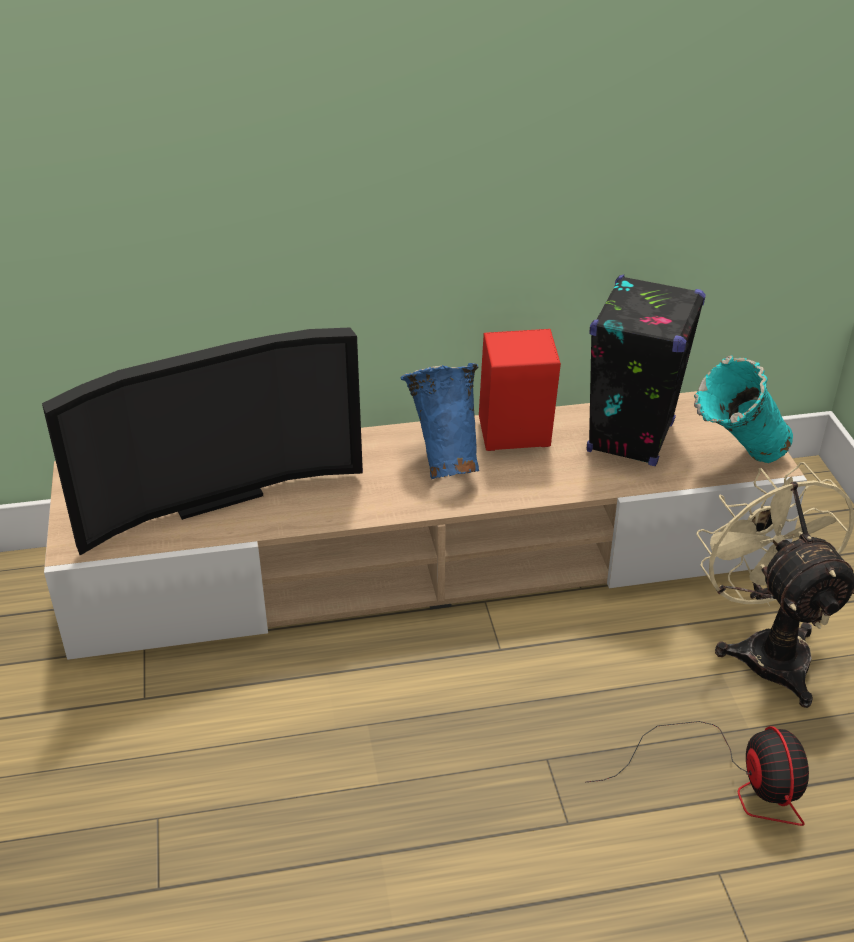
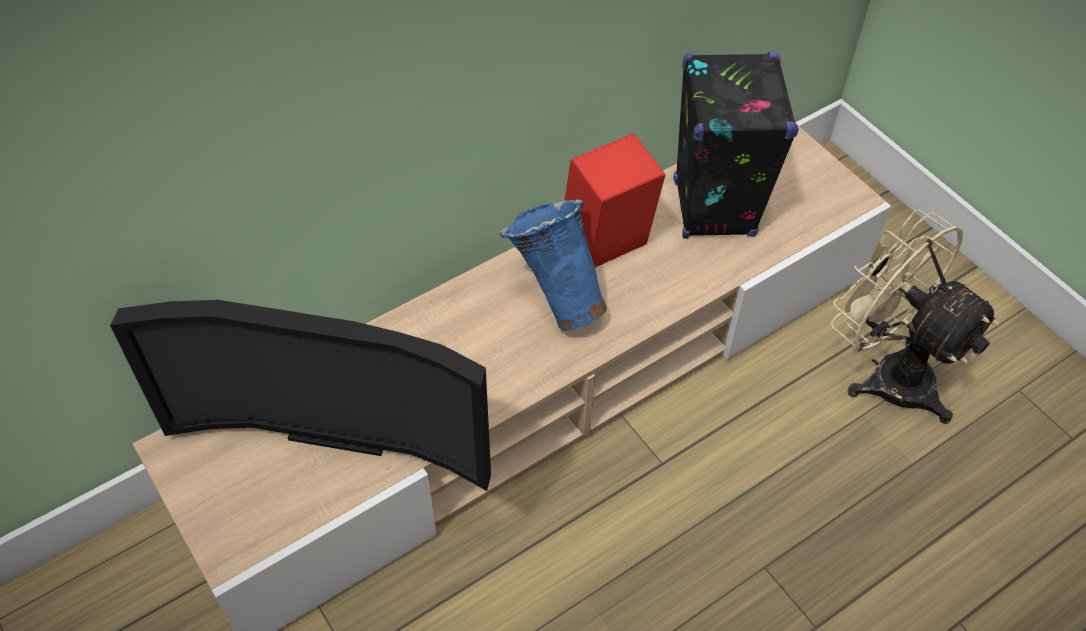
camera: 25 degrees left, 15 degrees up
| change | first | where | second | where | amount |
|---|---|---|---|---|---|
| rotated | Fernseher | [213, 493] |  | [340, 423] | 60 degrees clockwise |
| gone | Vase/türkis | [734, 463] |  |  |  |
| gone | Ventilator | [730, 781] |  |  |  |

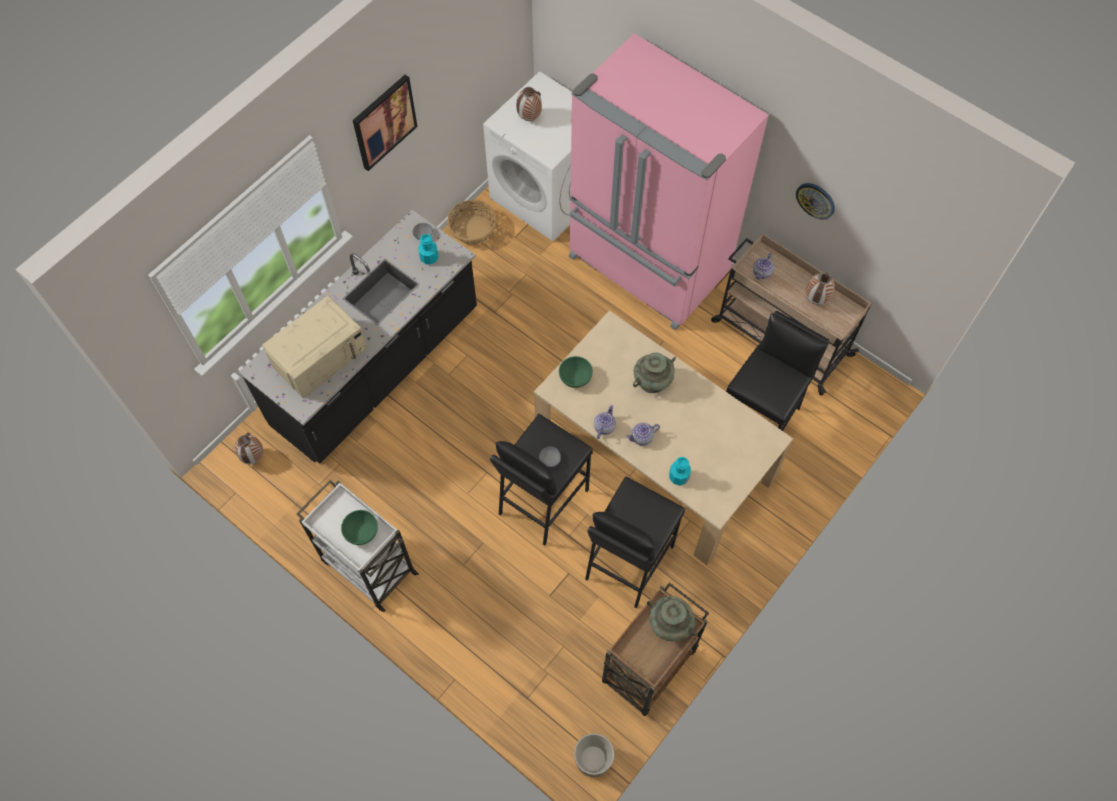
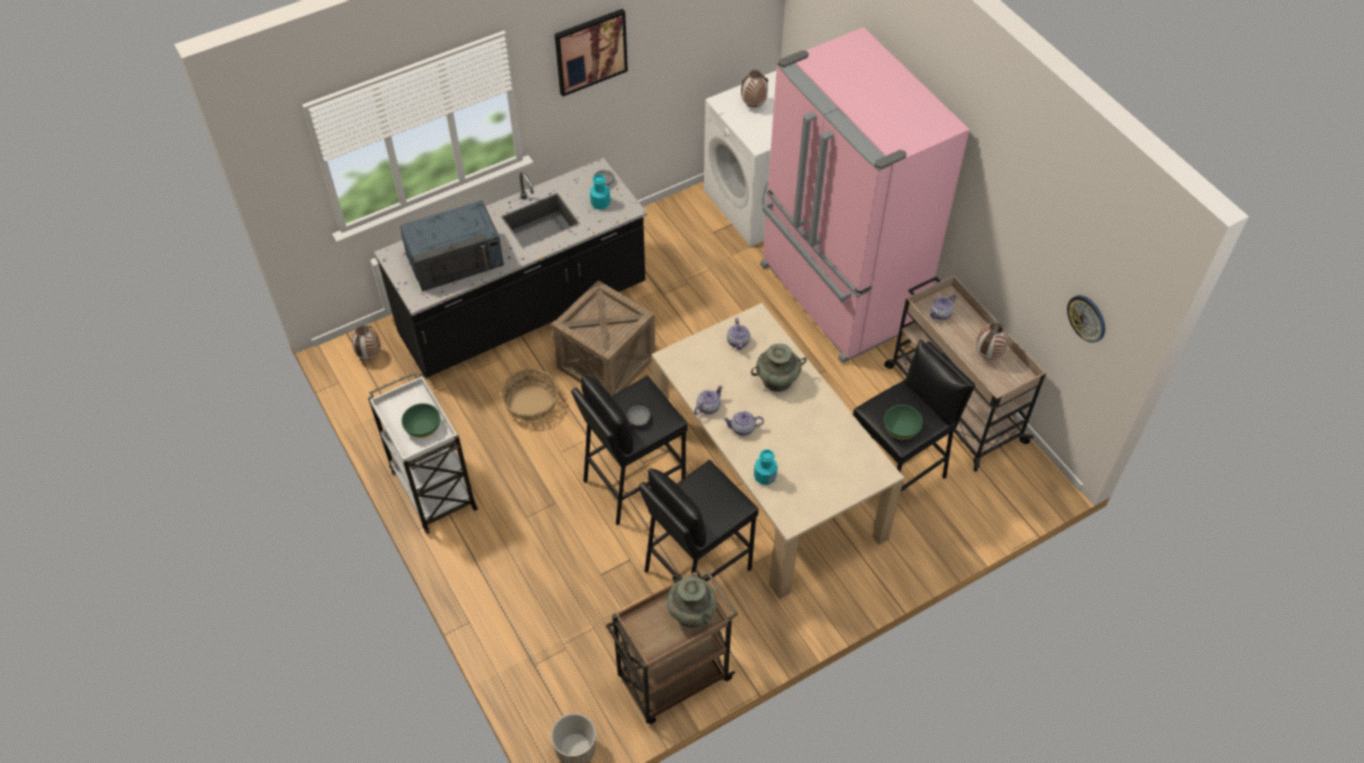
camera: 20 degrees right, 10 degrees down
| change | first | where | second | where | amount |
|---|---|---|---|---|---|
| shifted | Wanduhr | [816, 200] |  | [1087, 318] |  |
| shifted | Korb | [473, 230] |  | [531, 404] |  |
| repainted | Mikrowelle/beige | [320, 356] | Mikrowelle/blau | [456, 259] |  |
| shifted | Schüssel/grün | [575, 377] |  | [901, 429] |  |
| new |  |  | Kiste | [606, 363] |  |
| new |  |  | Teekanne | [738, 342] |  |

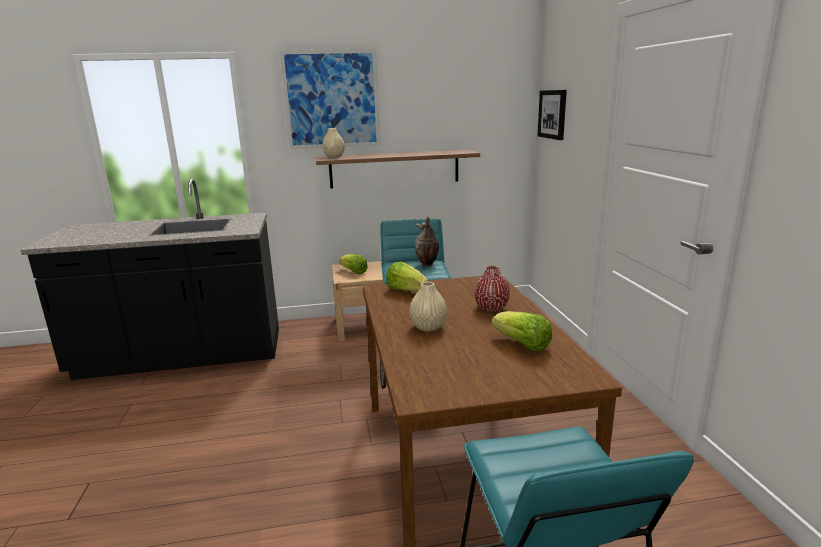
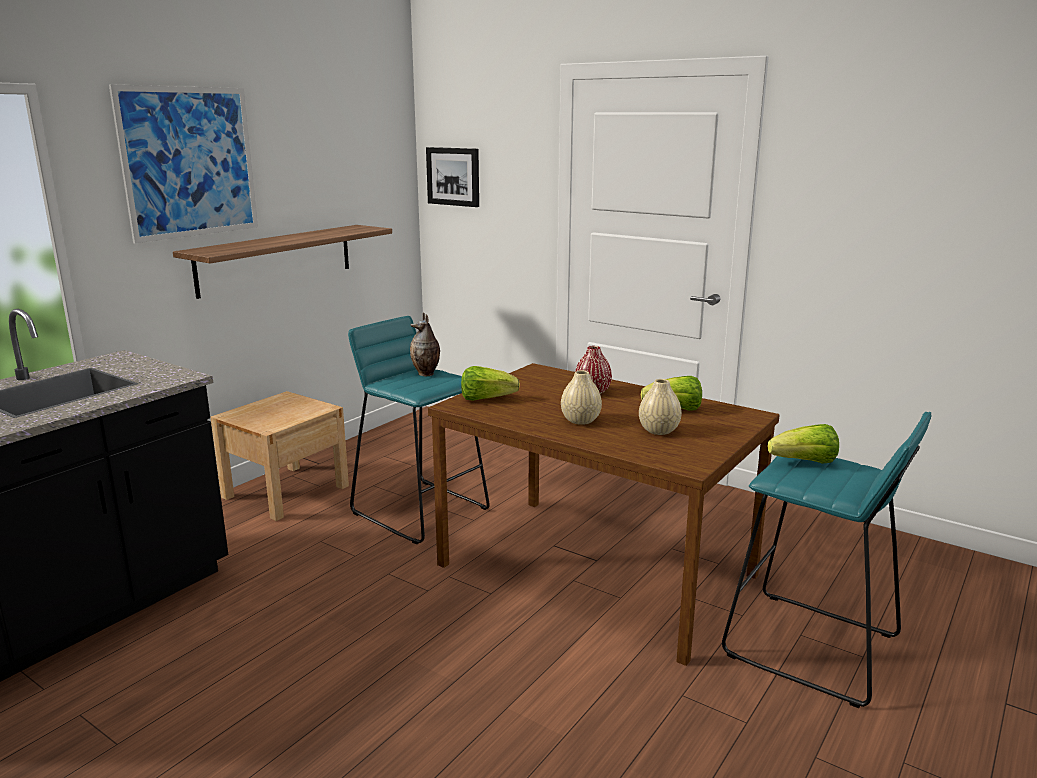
camera: 45 degrees left, 0 degrees up
| change | first | where | second | where | amount |
|---|---|---|---|---|---|
| shifted | Vase/beige | [334, 156] |  | [658, 431] |  |
| shifted | Salatkopf | [353, 272] |  | [805, 462] |  |

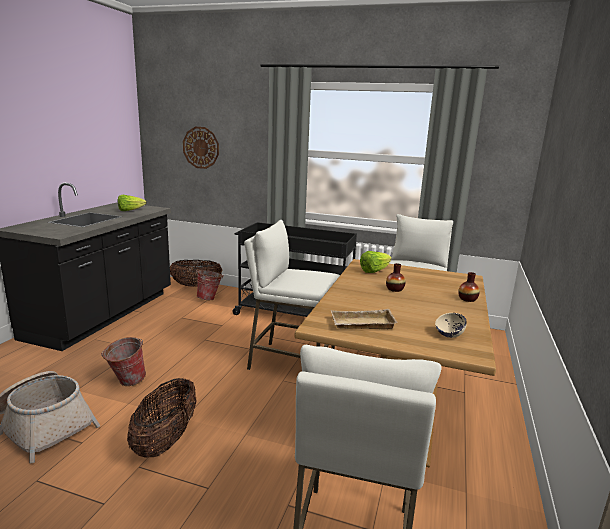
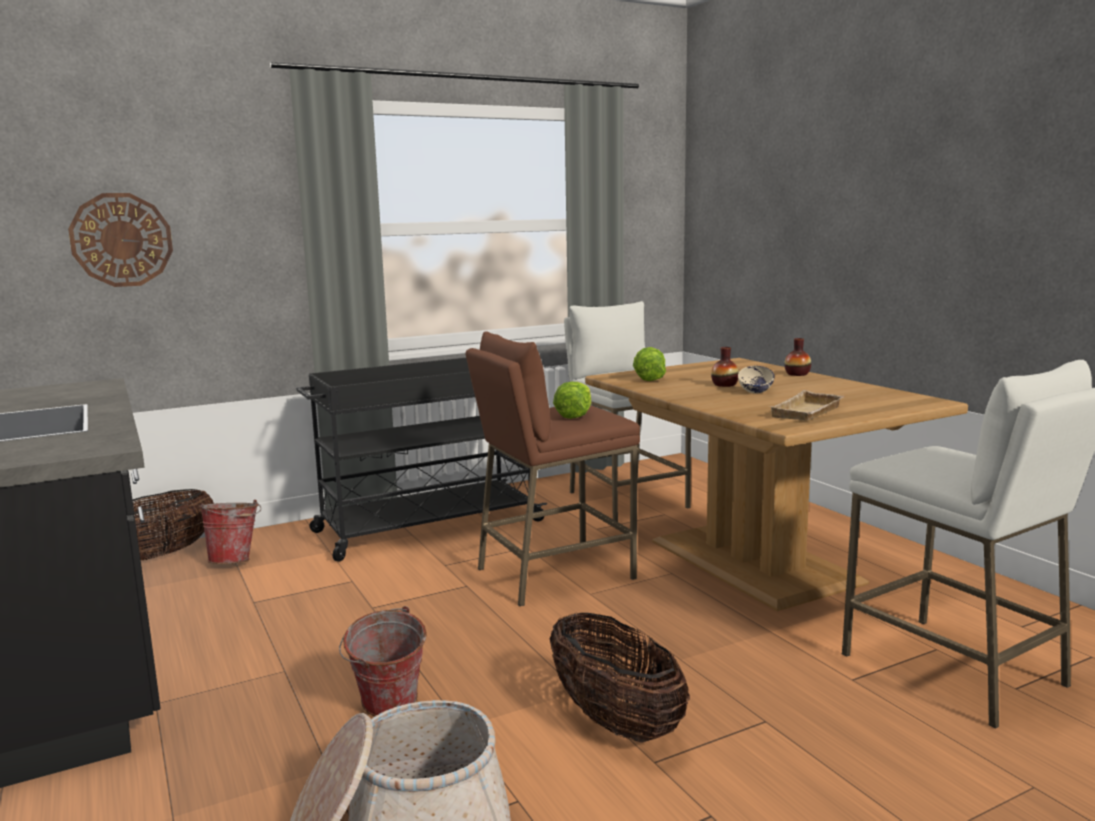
camera: 45 degrees left, 5 degrees down
| change | first | where | second | where | amount |
|---|---|---|---|---|---|
| shifted | Salatkopf | [130, 210] |  | [574, 415] |  |
| repainted | Hocker/weiß | [291, 362] | Hocker/braun | [554, 573] |  |
| shifted | Schüssel/beige | [449, 335] |  | [755, 392] |  |

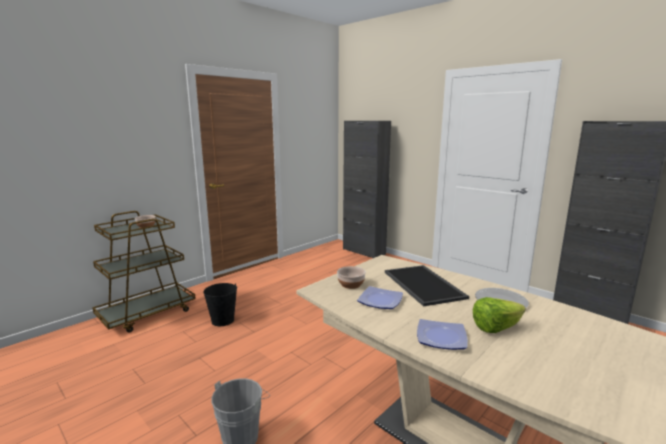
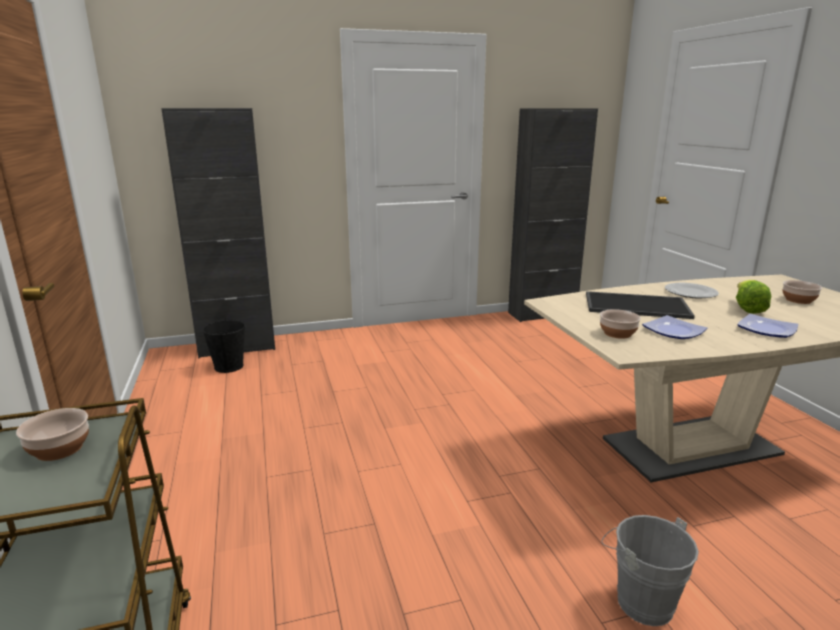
camera: 60 degrees left, 5 degrees up
| change | first | where | second | where | amount |
|---|---|---|---|---|---|
| shifted | Eimer/schwarz | [222, 320] |  | [228, 366] |  |
| new |  |  | Schüssel | [798, 300] |  |

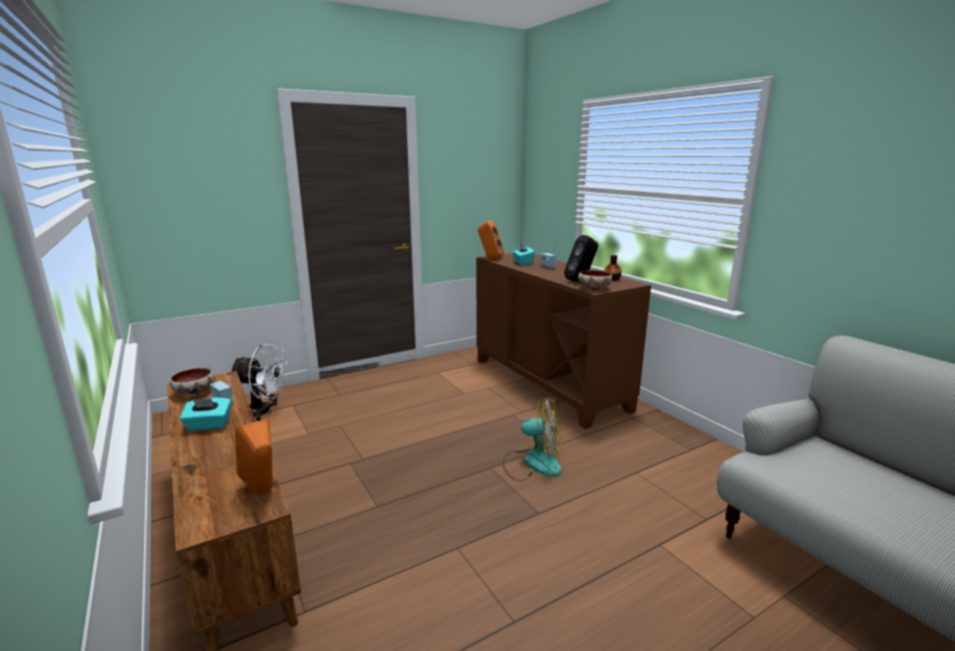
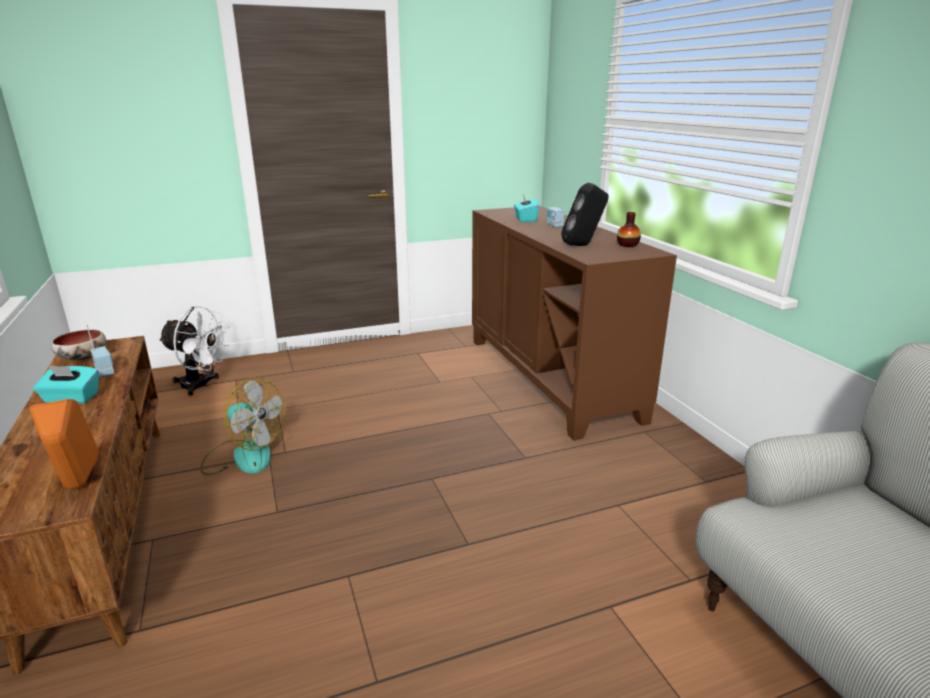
camera: 10 degrees right, 5 degrees up
| change | first | where | second | where | amount |
|---|---|---|---|---|---|
| gone | Lautsprecher/orange | [490, 258] |  |  |  |
| gone | Schüssel | [593, 288] |  |  |  |
| shifted | Ventilator | [532, 463] |  | [243, 455] |  |

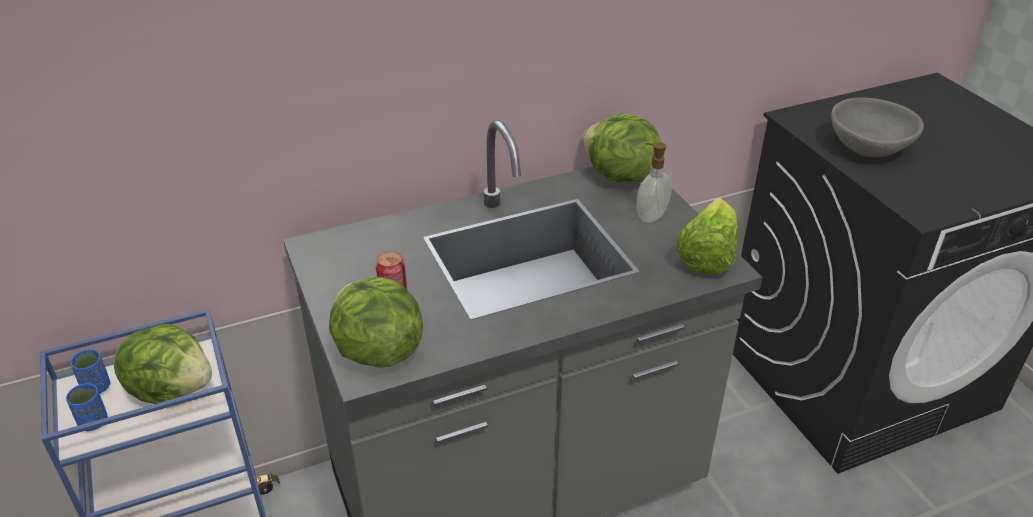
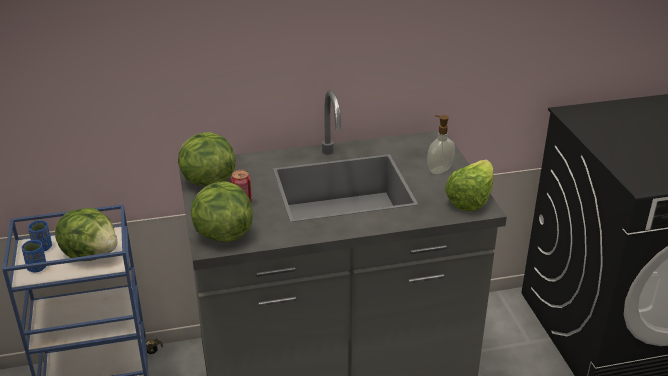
camera: 10 degrees right, 5 degrees down
| change | first | where | second | where | amount |
|---|---|---|---|---|---|
| gone | Schüssel/grau | [868, 148] |  |  |  |
| shifted | Salatkopf | [619, 176] |  | [206, 181] |  |

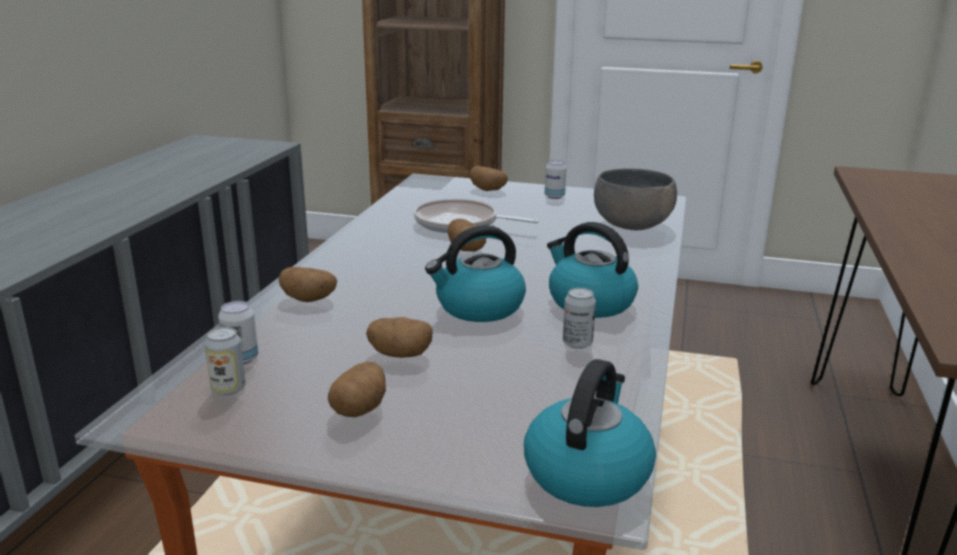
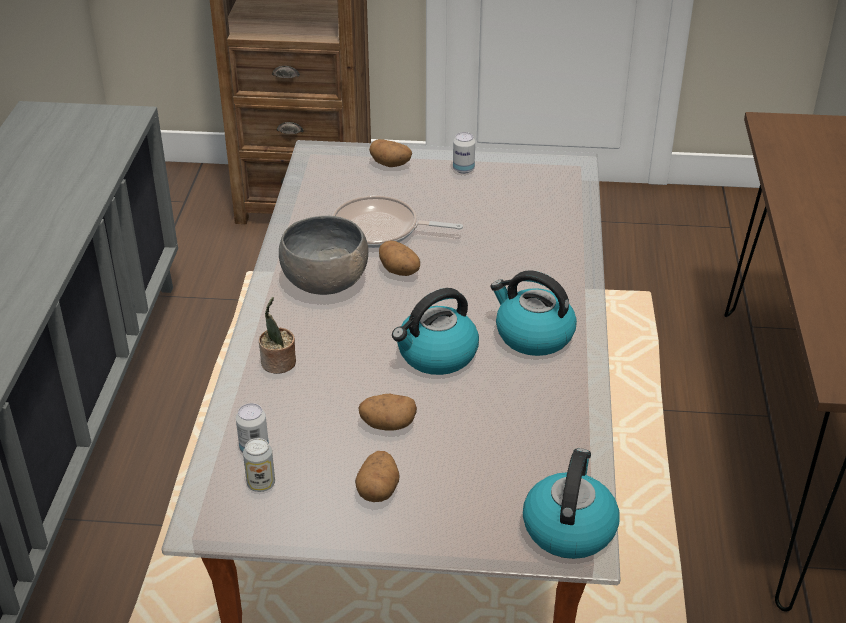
camera: 10 degrees left, 15 degrees up
| change | first | where | second | where | amount |
|---|---|---|---|---|---|
| shifted | Schüssel/grau | [632, 225] |  | [325, 282] |  |
| swapped | Kartoffel | [309, 299] | Topfpflanze | [278, 364] |  |
| gone | Dose | [577, 343] |  |  |  |

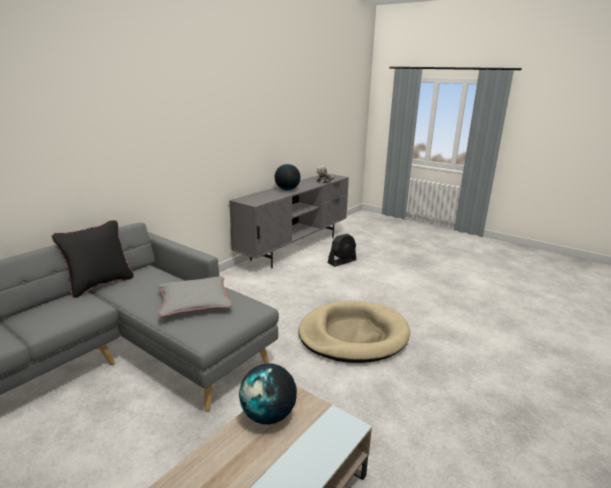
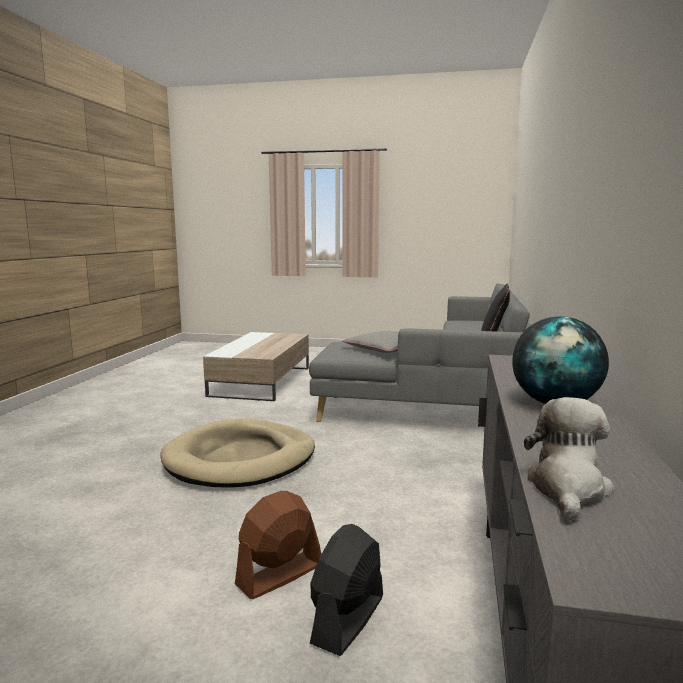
camera: 155 degrees right, 10 degrees down
| change | first | where | second | where | amount |
|---|---|---|---|---|---|
| gone | Globus | [268, 415] |  |  |  |
| new |  |  | Ventilator/braun | [279, 575] |  |

